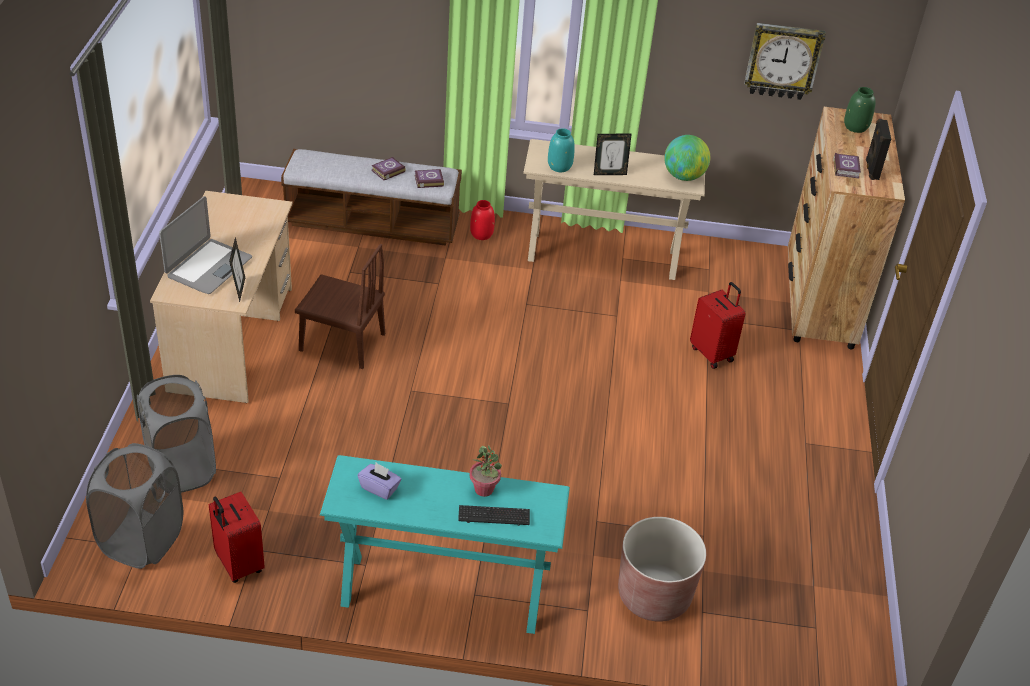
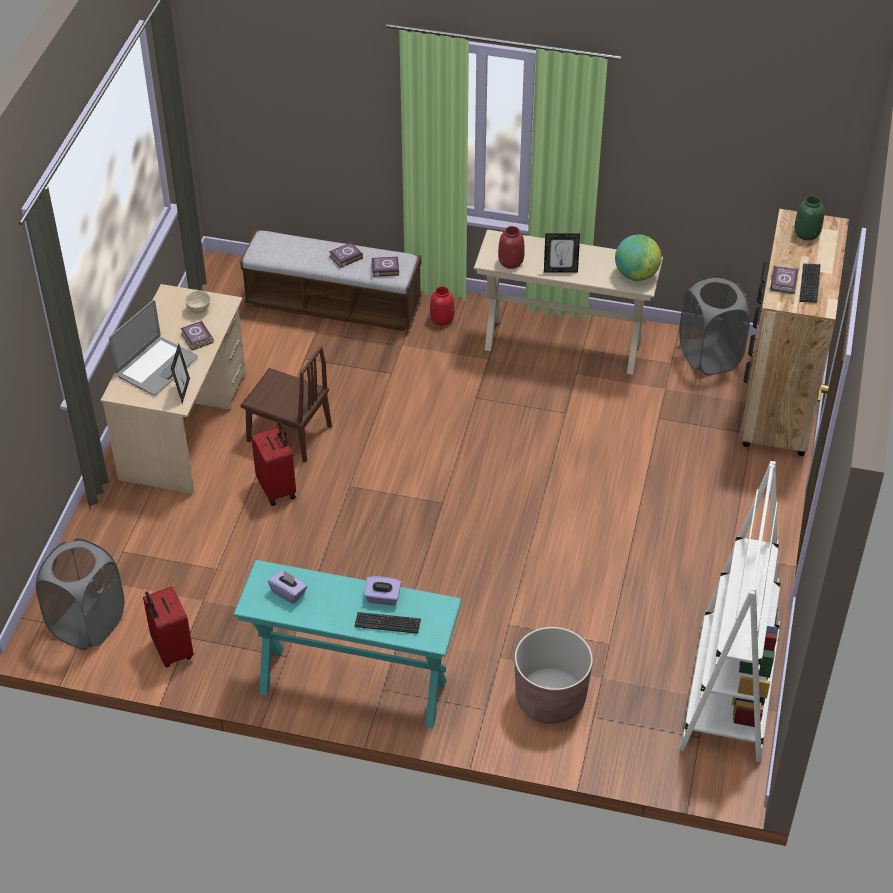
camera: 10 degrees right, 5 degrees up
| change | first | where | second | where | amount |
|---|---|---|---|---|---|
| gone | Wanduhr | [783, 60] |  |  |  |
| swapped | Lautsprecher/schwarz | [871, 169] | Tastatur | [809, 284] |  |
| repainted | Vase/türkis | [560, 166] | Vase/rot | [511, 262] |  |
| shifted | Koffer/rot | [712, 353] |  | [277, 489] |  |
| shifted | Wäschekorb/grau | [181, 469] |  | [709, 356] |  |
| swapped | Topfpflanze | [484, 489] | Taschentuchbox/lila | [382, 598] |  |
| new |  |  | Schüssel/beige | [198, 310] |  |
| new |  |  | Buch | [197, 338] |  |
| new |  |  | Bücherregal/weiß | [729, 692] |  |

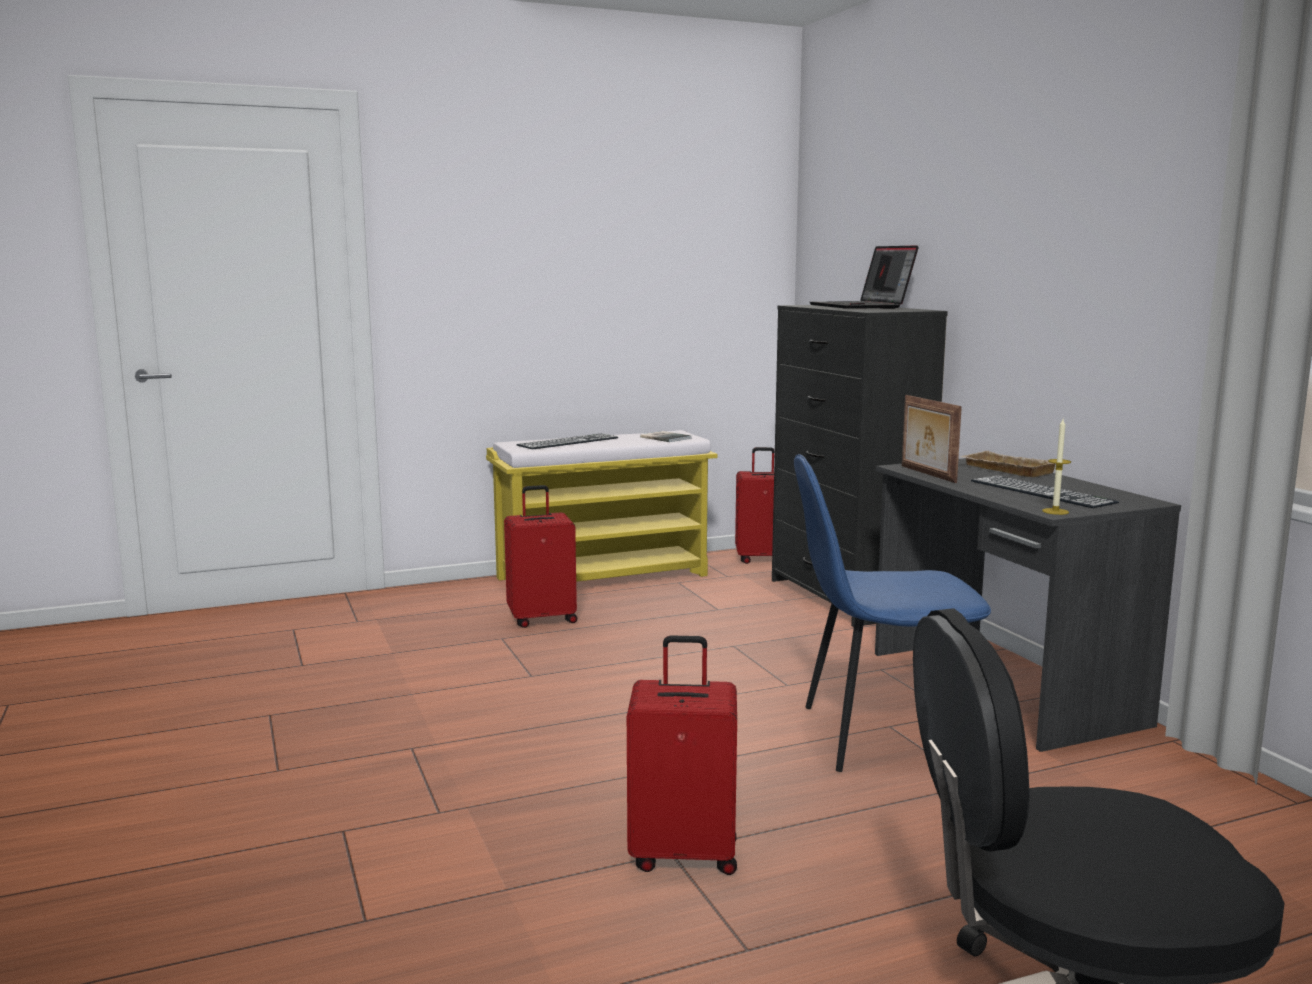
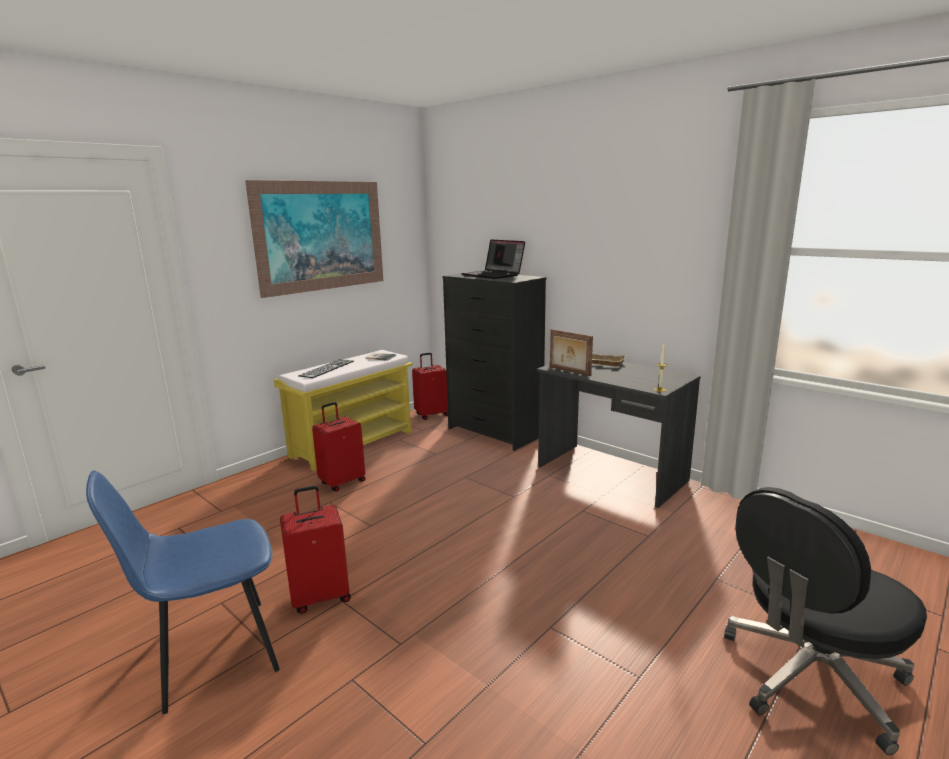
camera: 25 degrees left, 5 degrees up
| change | first | where | second | where | amount |
|---|---|---|---|---|---|
| shifted | Stuhl/blau | [880, 736] |  | [212, 654] |  |
| gone | Tastatur | [1041, 492] |  |  |  |
| shifted | Koffer/rot | [684, 854] |  | [320, 596] |  |
| new |  |  | Bild | [321, 236] |  |

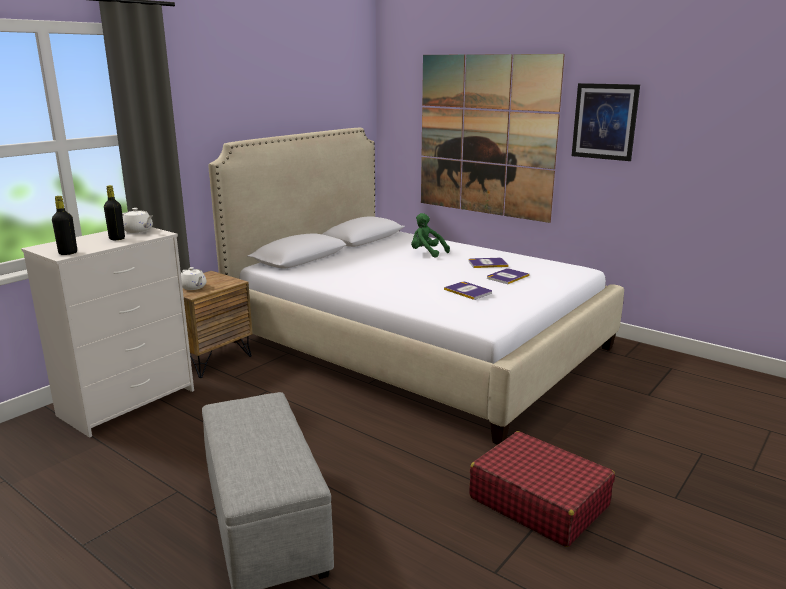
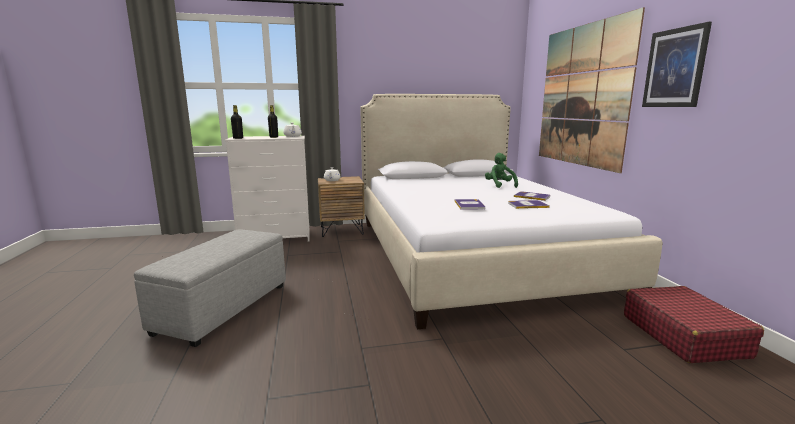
camera: 40 degrees right, 5 degrees down
| change | first | where | second | where | amount |
|---|---|---|---|---|---|
| shifted | Koffer/rot | [538, 501] |  | [683, 335] |  |

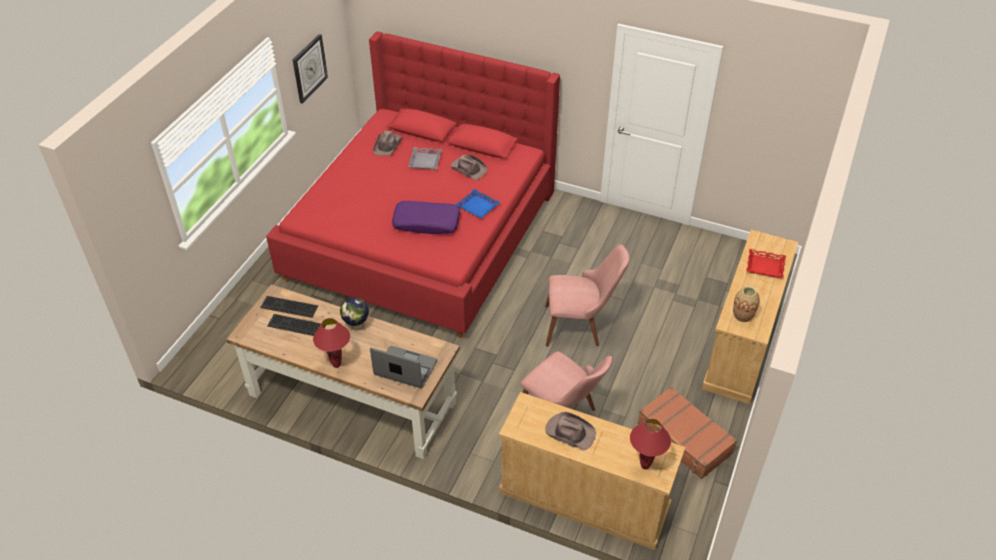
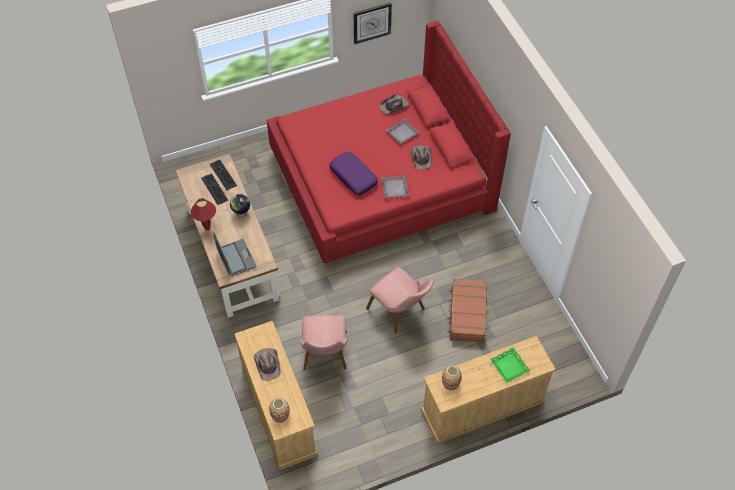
camera: 45 degrees right, 10 degrees up
| change | first | where | second | where | amount |
|---|---|---|---|---|---|
| repainted | Tablett/blau | [478, 206] | Tablett/grau | [395, 188] |  |
| repainted | Tablett/rot | [765, 266] | Tablett/grün | [509, 366] |  |
| shifted | Koffer/braun | [684, 439] |  | [467, 314] |  |
| swapped | Tischlampe/rot | [644, 466] | Vase | [280, 416] |  |

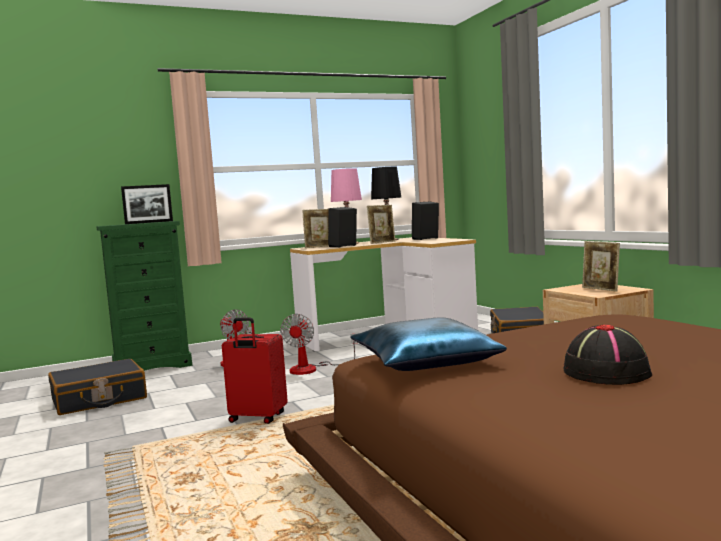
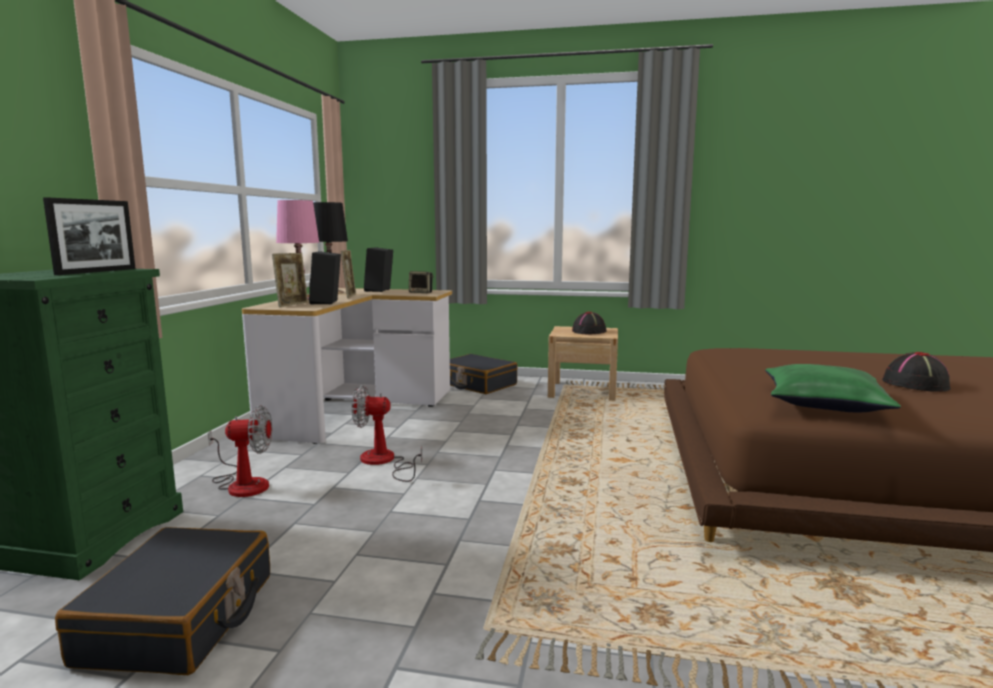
camera: 55 degrees left, 5 degrees up
| change | first | where | second | where | amount |
|---|---|---|---|---|---|
| swapped | Bilderrahmen | [601, 289] | Hut/schwarz | [589, 331] |  |
| rotated | Ventilator | [312, 369] |  | [383, 462] | 135 degrees clockwise |
| repainted | Kissen/blau | [424, 361] | Kissen/grün | [824, 403] |  |
| gone | Koffer/rot | [257, 418] |  |  |  |
| new |  |  | Lautsprecher | [421, 293] |  |

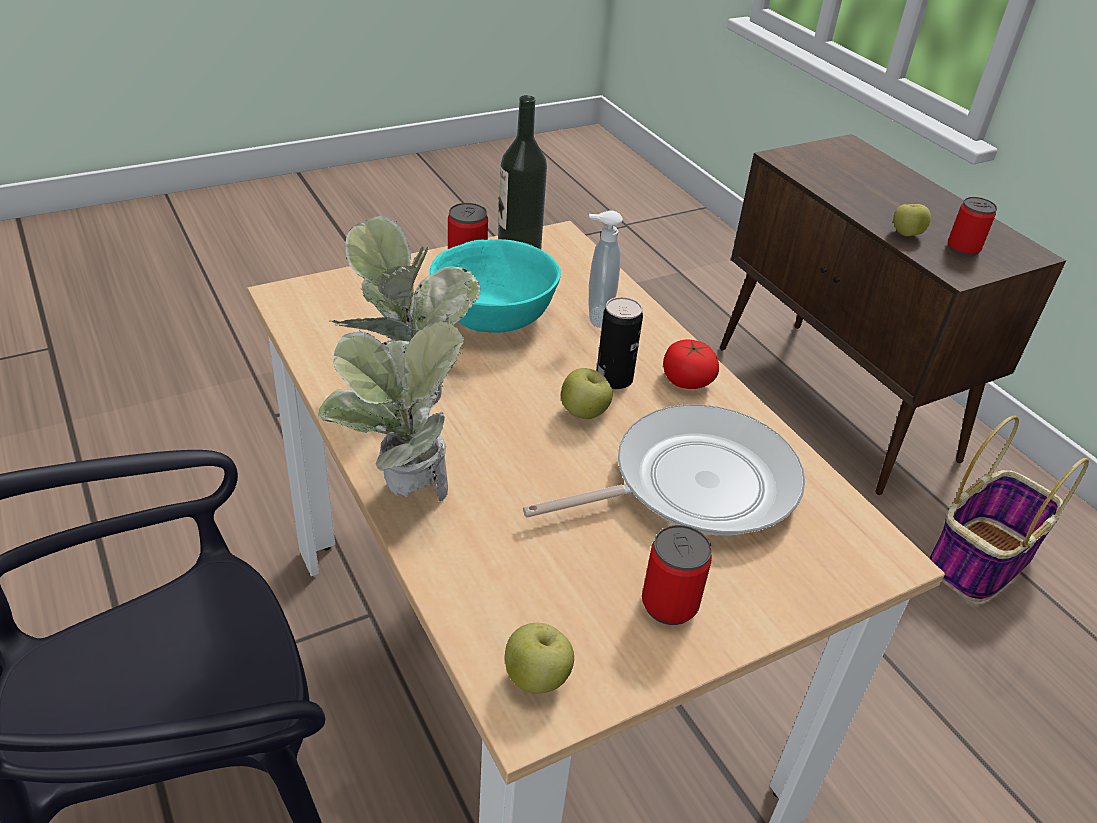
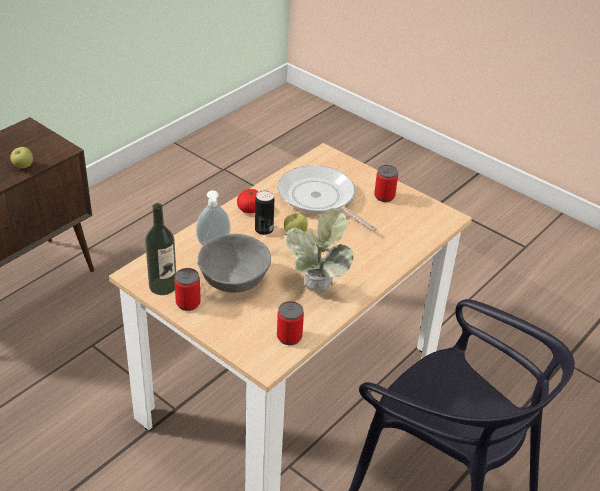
camera: 110 degrees left, 0 degrees up
| change | first | where | second | where | amount |
|---|---|---|---|---|---|
| shifted | Dose | [963, 249] |  | [289, 337] |  |
| repainted | Schüssel/türkis | [493, 314] | Schüssel/grau | [234, 280] |  |
| gone | Topfpflanze | [401, 494] |  |  |  |
| gone | Korb | [980, 558] |  |  |  |
| gone | Apfel | [537, 678] |  |  |  |

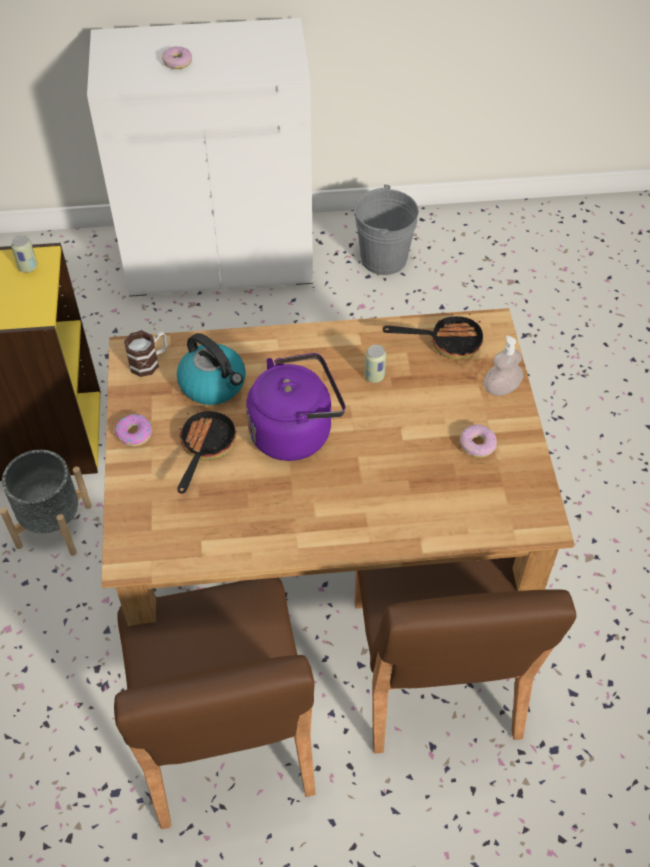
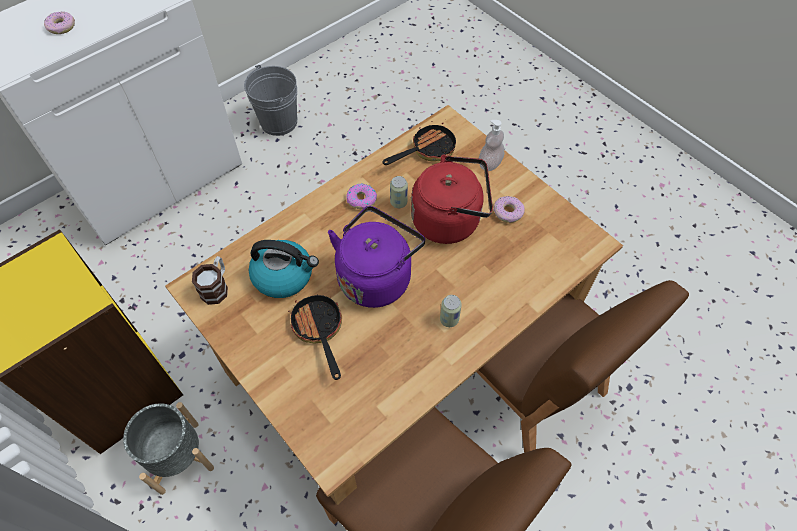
camera: 35 degrees left, 5 degrees up
| change | first | where | second | where | amount |
|---|---|---|---|---|---|
| shifted | Dose | [28, 267] |  | [449, 319] |  |
| shifted | Donut | [134, 434] |  | [361, 199] |  |
| new |  |  | Wasserkessel/rot | [450, 220] |  |

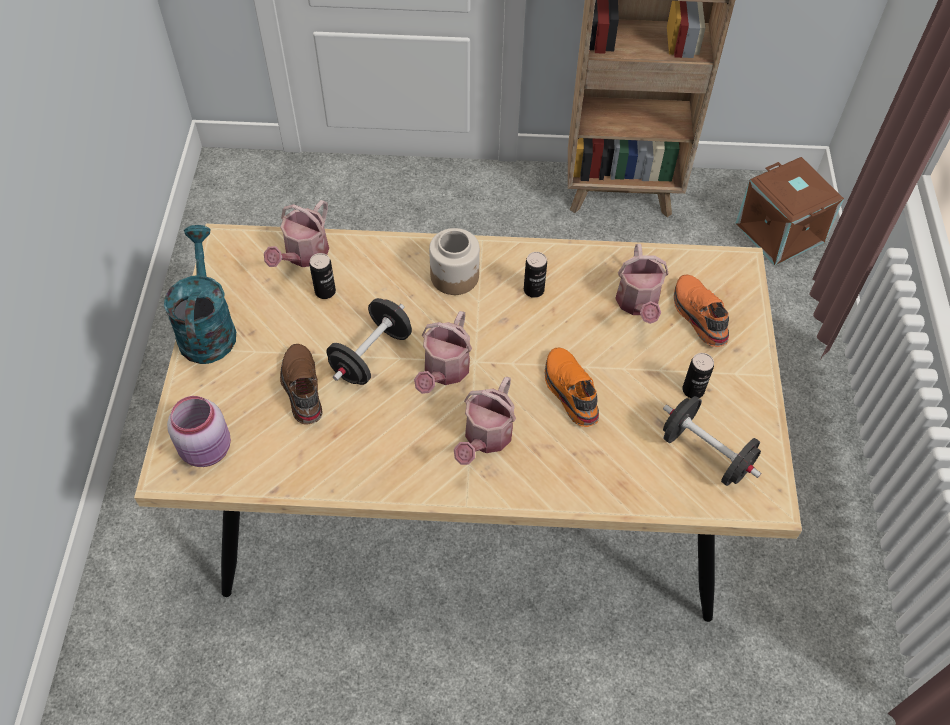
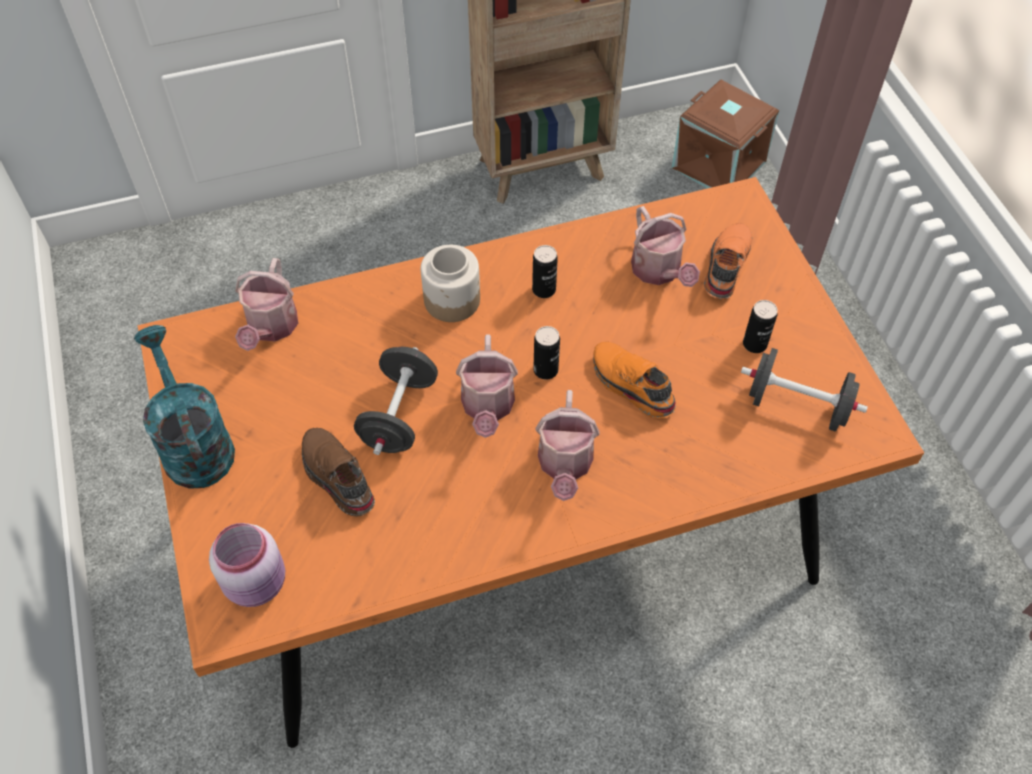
camera: 20 degrees left, 0 degrees up
| change | first | where | second | where | amount |
|---|---|---|---|---|---|
| repainted | Esstisch/beige | [470, 482] | Esstisch/orange | [513, 524] |  |
| shifted | Dose | [325, 291] |  | [545, 370] |  |
| rotated | Schuh/orange | [698, 316] |  | [724, 265] | 60 degrees clockwise |

